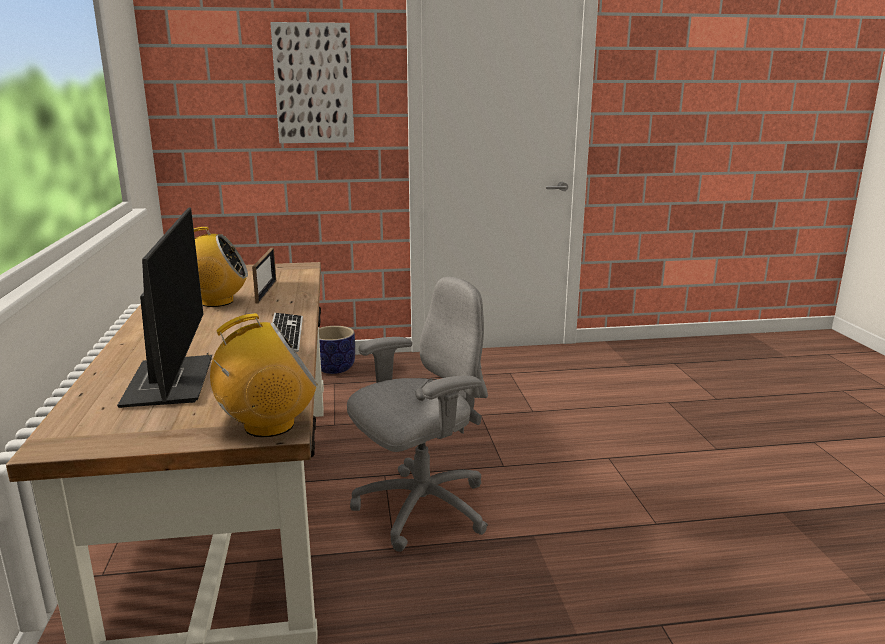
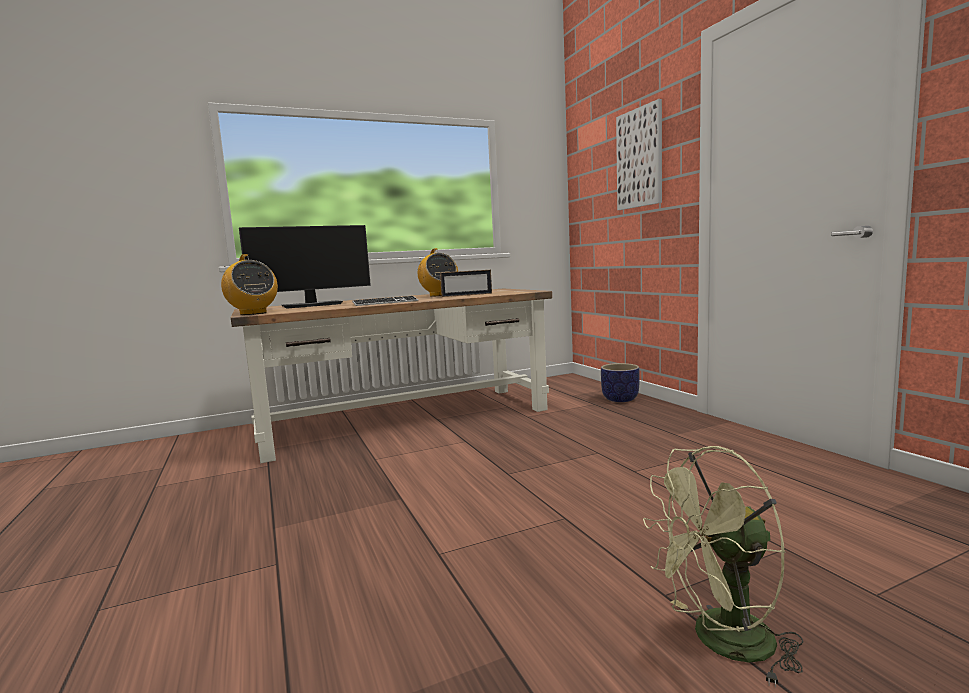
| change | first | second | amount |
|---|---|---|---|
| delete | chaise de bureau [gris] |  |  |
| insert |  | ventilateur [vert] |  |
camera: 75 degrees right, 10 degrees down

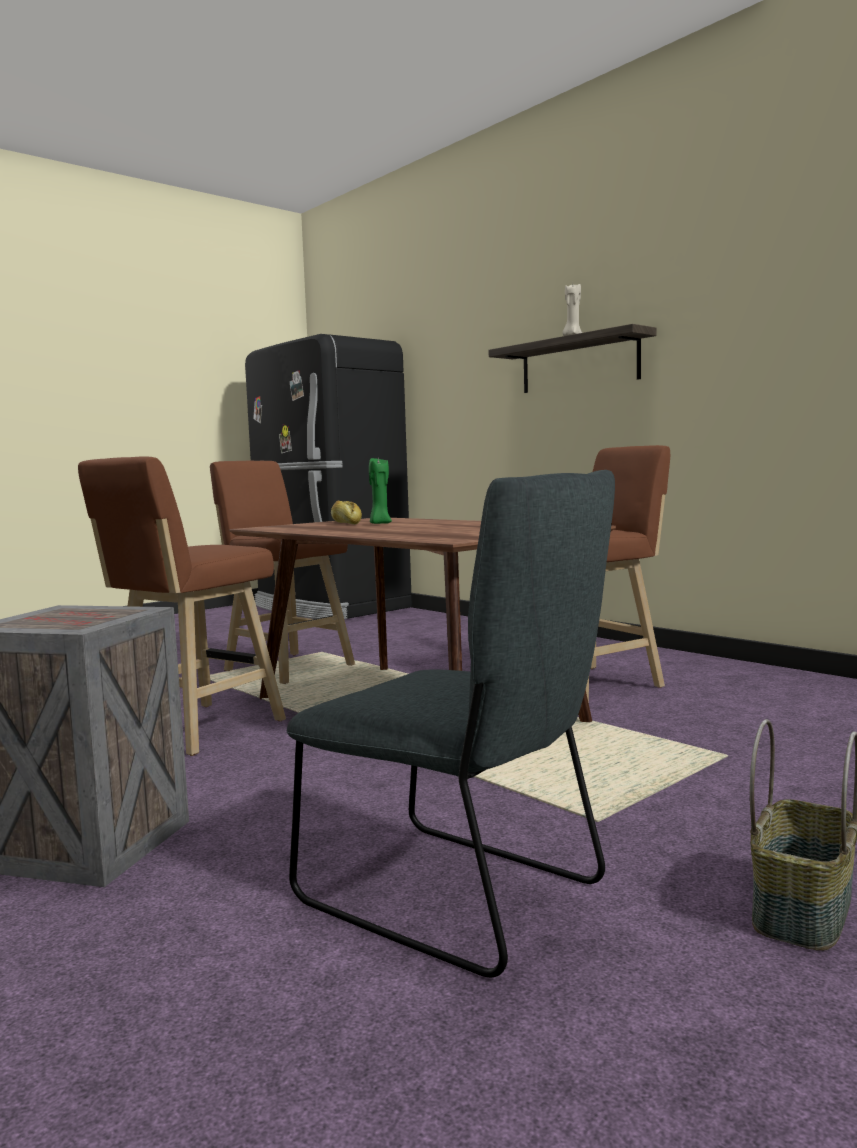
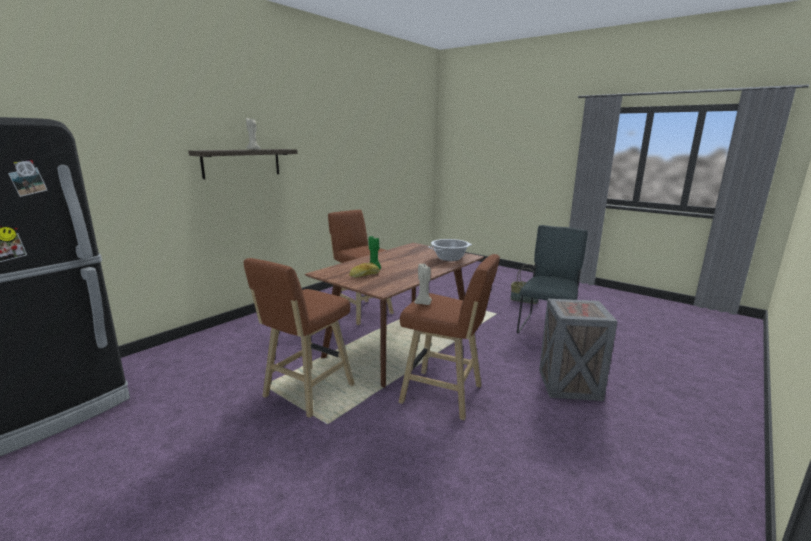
| change | first | second | amount |
|---|---|---|---|
| insert |  | bougie [beige] (2nd from left) |  |
| insert |  | marmite |  |
camera: 100 degrees left, 10 degrees up

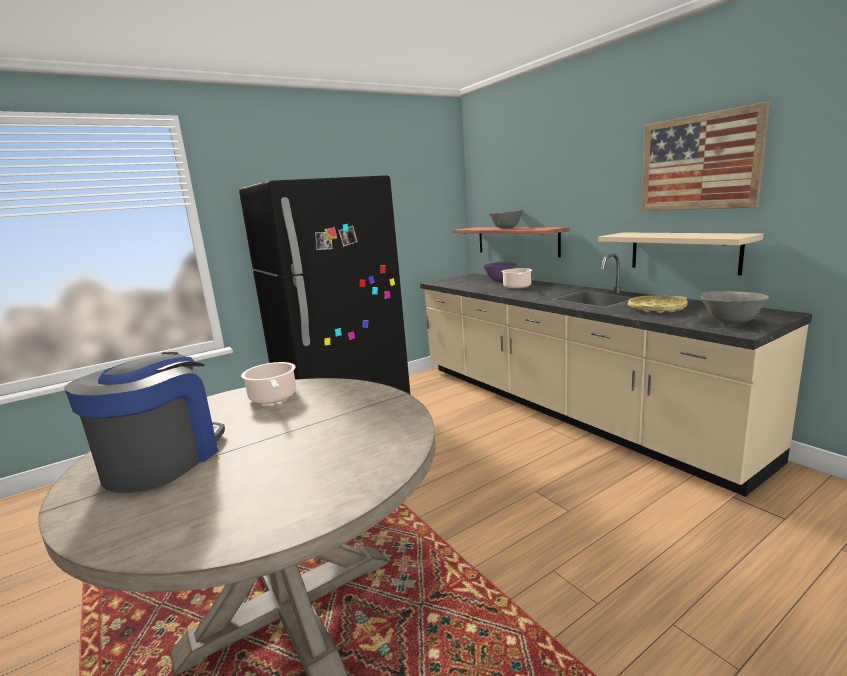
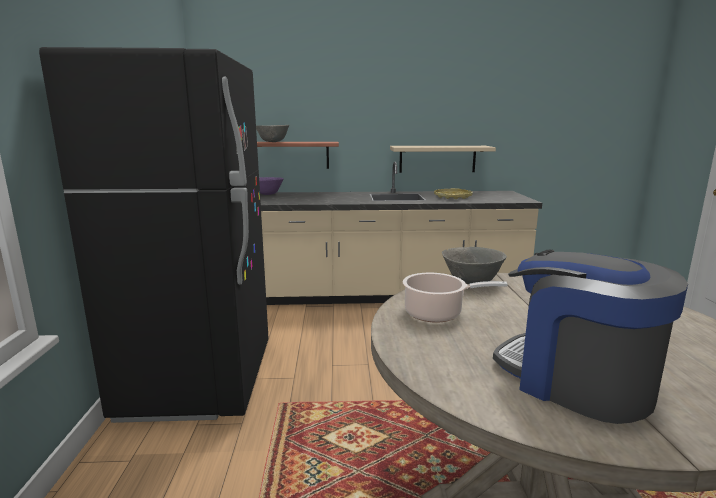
| change | first | second | amount |
|---|---|---|---|
| delete | marmite (2nd from left) |  |  |
| delete | tableau |  |  |
| move | bol [gris] (2nd from left) |  |  |
camera: 60 degrees left, 0 degrees up

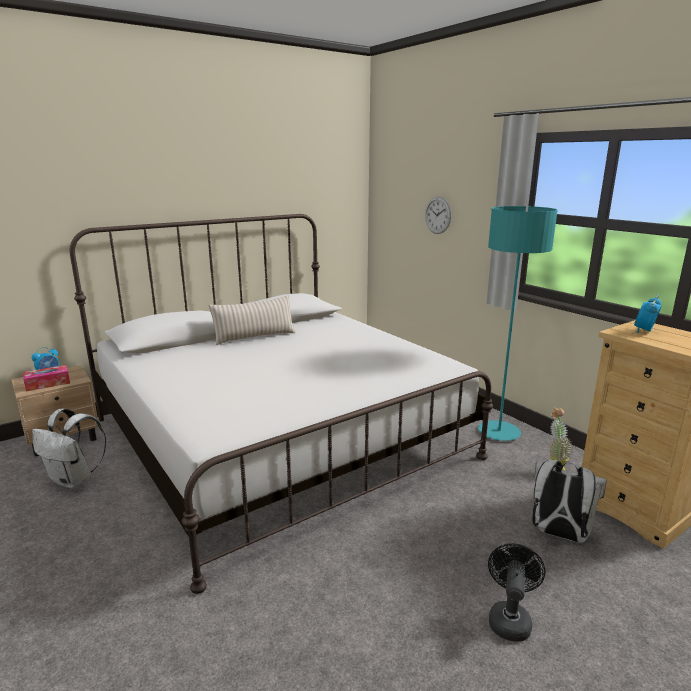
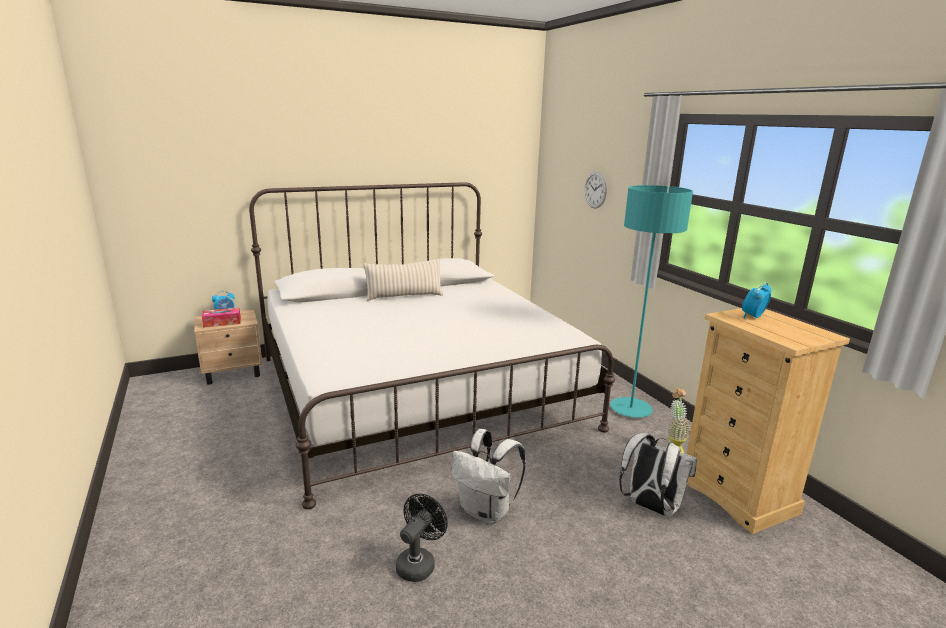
| change | first | second | amount |
|---|---|---|---|
| move | sac à dos [blanc] (1st from left) |  |  |
| move | ventilateur [noir] |  |  |
camera: 10 degrees right, 0 degrees up

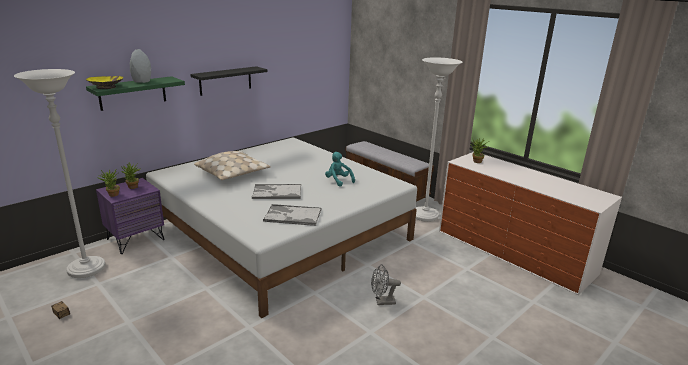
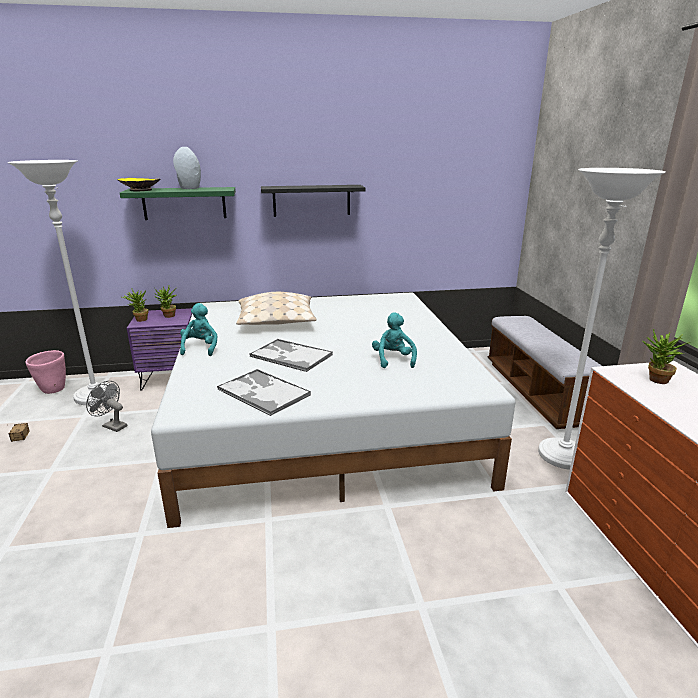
| change | first | second | amount |
|---|---|---|---|
| move | ventilateur [gris] |  |  |
| insert |  | cache-pot [rose] |  |
| insert |  | peluche [turquoise] (1st from left) |  |
camera: 35 degrees right, 0 degrees up

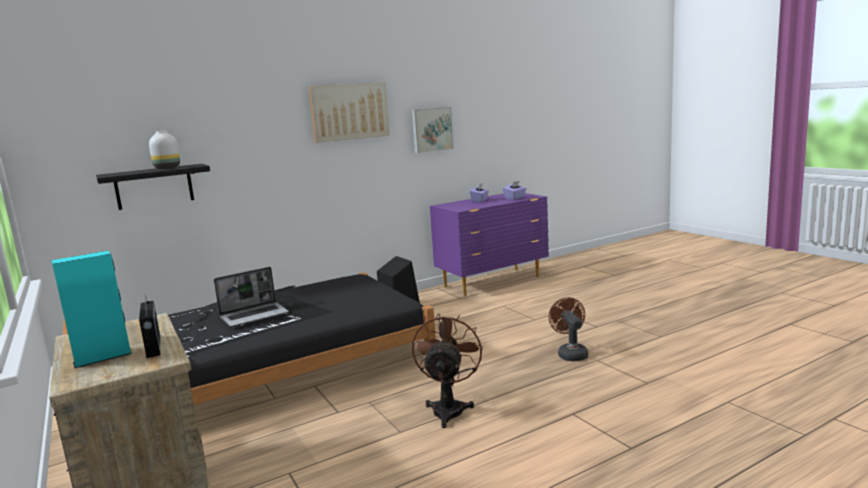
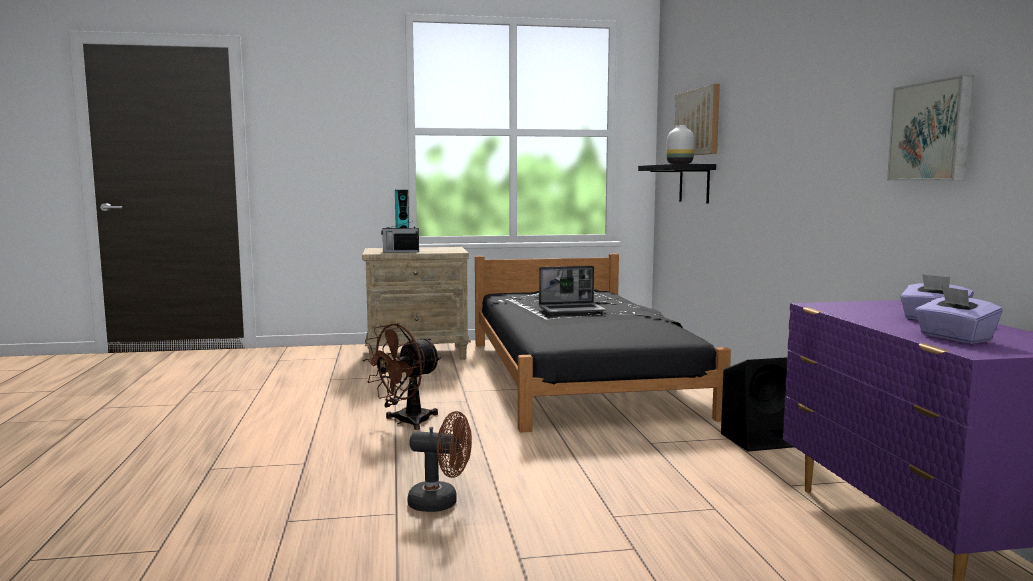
| change | first | second | amount |
|---|---|---|---|
| rotate | ordinateur portable |  | 90 degrees counterclockwise |
| move | tableau (1st from left) |  |  |
| rotate | ventilateur [marron] (1st from left) |  | 105 degrees clockwise |
camera: 110 degrees right, 5 degrees down

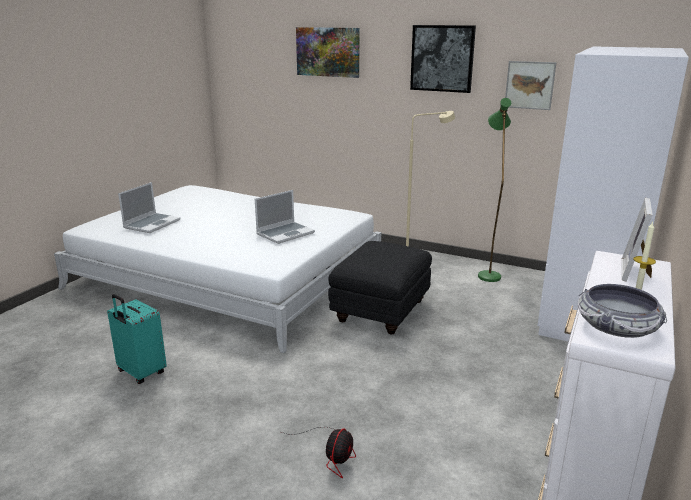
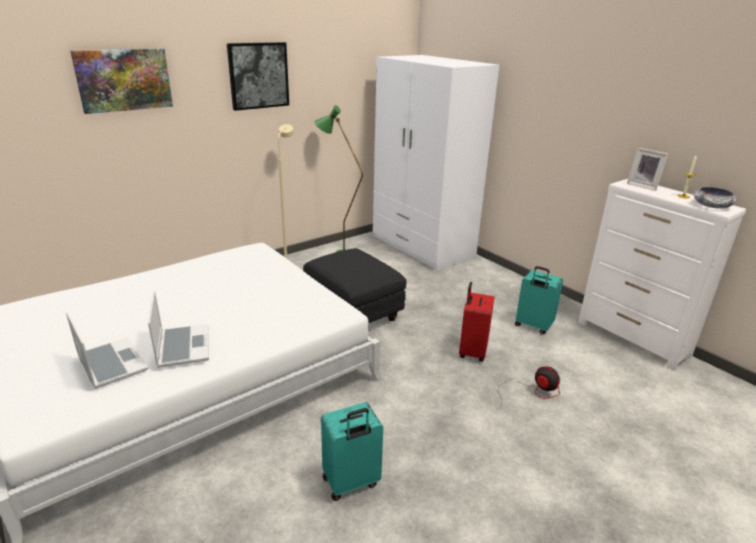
| change | first | second | amount |
|---|---|---|---|
| move | ordinateur portable (2nd from left) |  |  |
| delete | tableau (3rd from left) |  |  |
| insert |  | valise [rouge] |  |
| insert |  | valise [turquoise] (2nd from left) |  |
camera: 65 degrees left, 5 degrees up

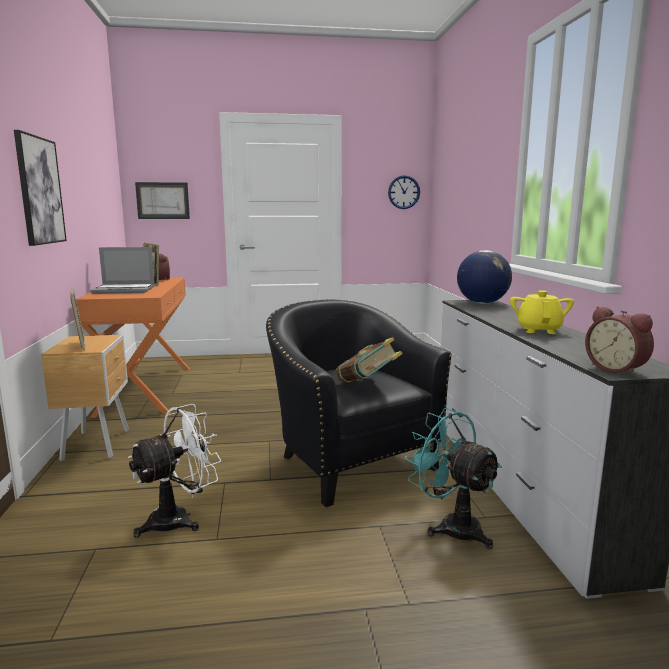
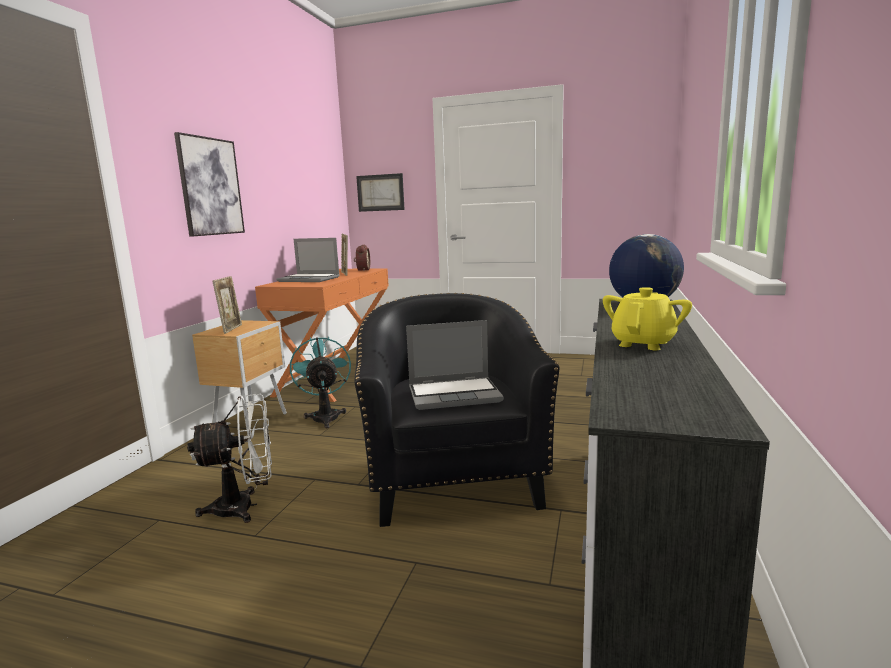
| change | first | second | amount |
|---|---|---|---|
| replace | livre | ordinateur portable (2nd from left) |  |
| delete | horloge murale |  |  |
| move | ventilateur [turquoise] |  |  |
| delete | réveil (2nd from left) |  |  |
camera: 25 degrees right, 0 degrees up

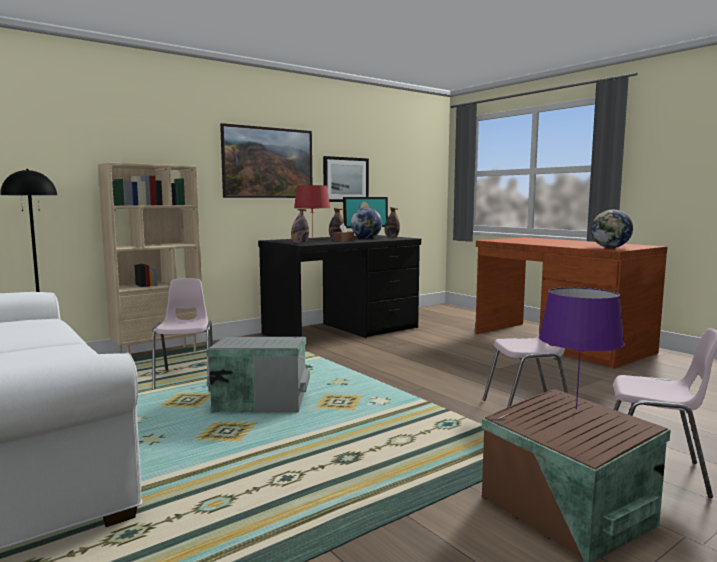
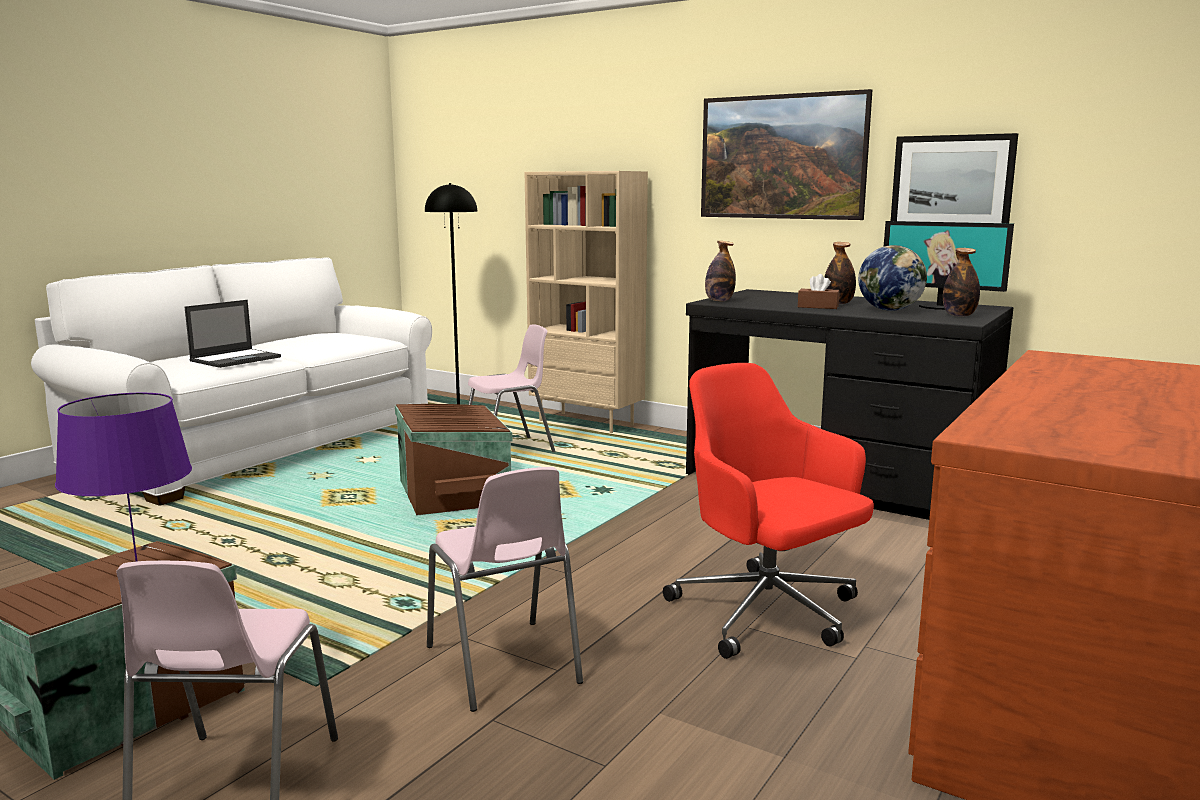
| change | first | second | amount |
|---|---|---|---|
| recolor | boîte de rangement [gris] | boîte de rangement [marron] (2nd from left) |  |
| delete | lampe de table [rouge] |  |  |
| delete | globe (2nd from left) |  |  |
| insert |  | ordinateur portable |  |
| insert |  | chaise de bureau [rouge] |  |
camera: 70 degrees right, 5 degrees up

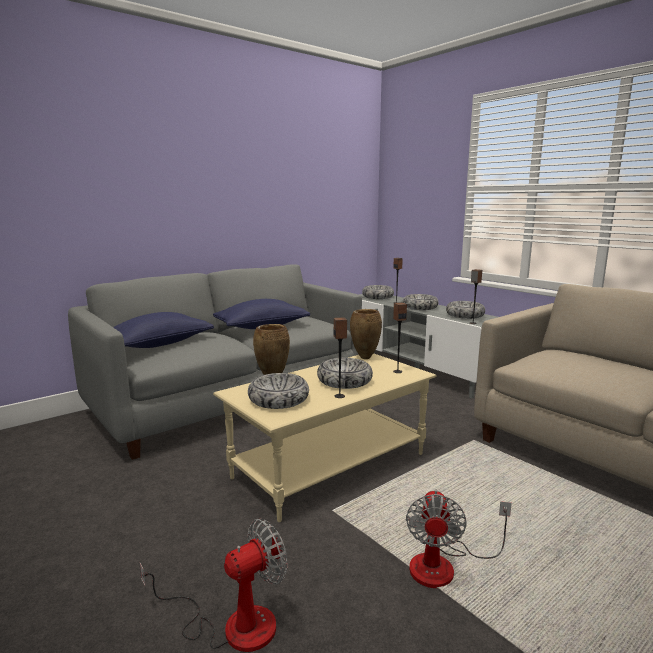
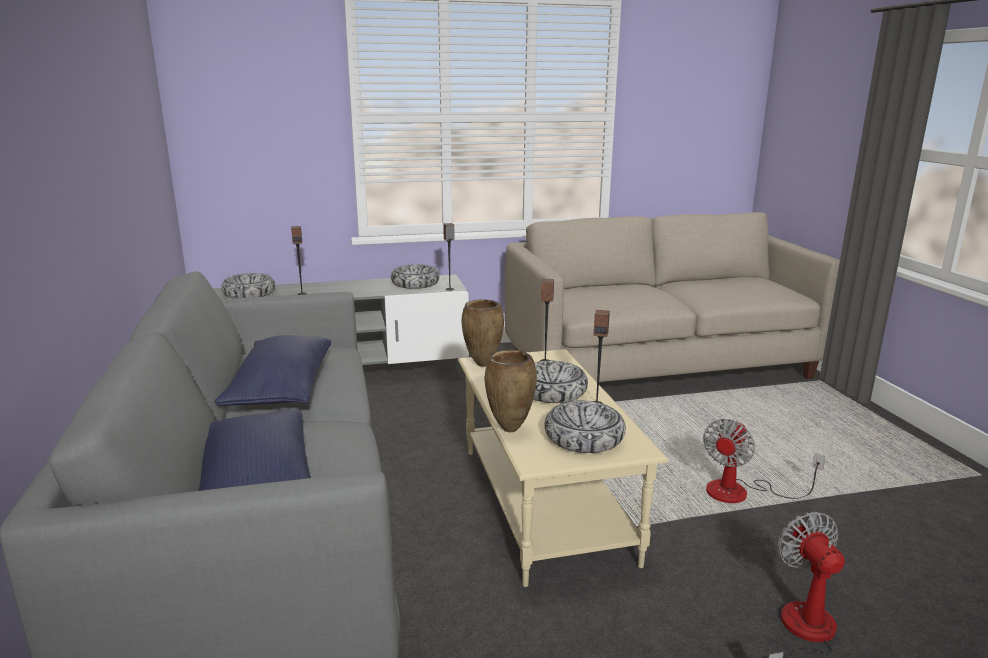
| change | first | second | amount |
|---|---|---|---|
| delete | bol (4th from left) |  |  |
| rotate | ventilateur (2nd from left in the first image) | ventilateur (1st from left) | 90 degrees clockwise |
camera: 65 degrees left, 5 degrees up

